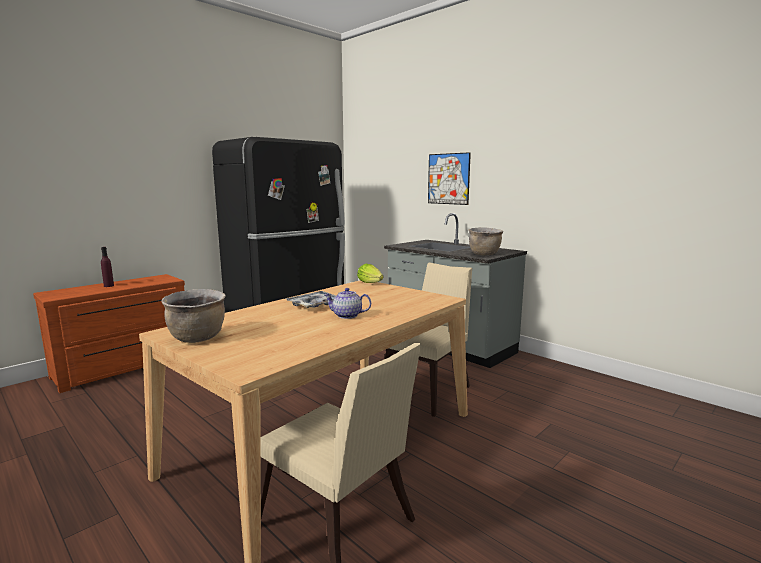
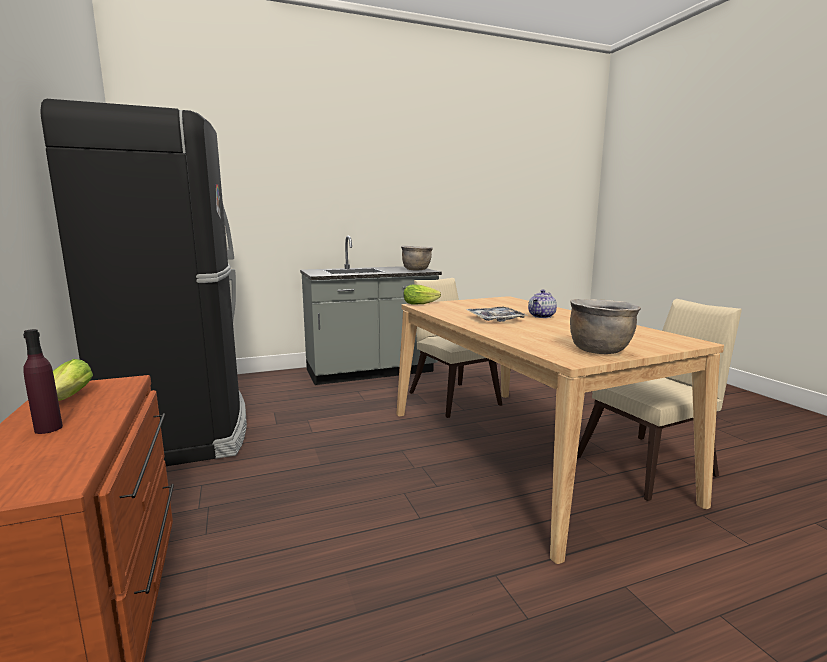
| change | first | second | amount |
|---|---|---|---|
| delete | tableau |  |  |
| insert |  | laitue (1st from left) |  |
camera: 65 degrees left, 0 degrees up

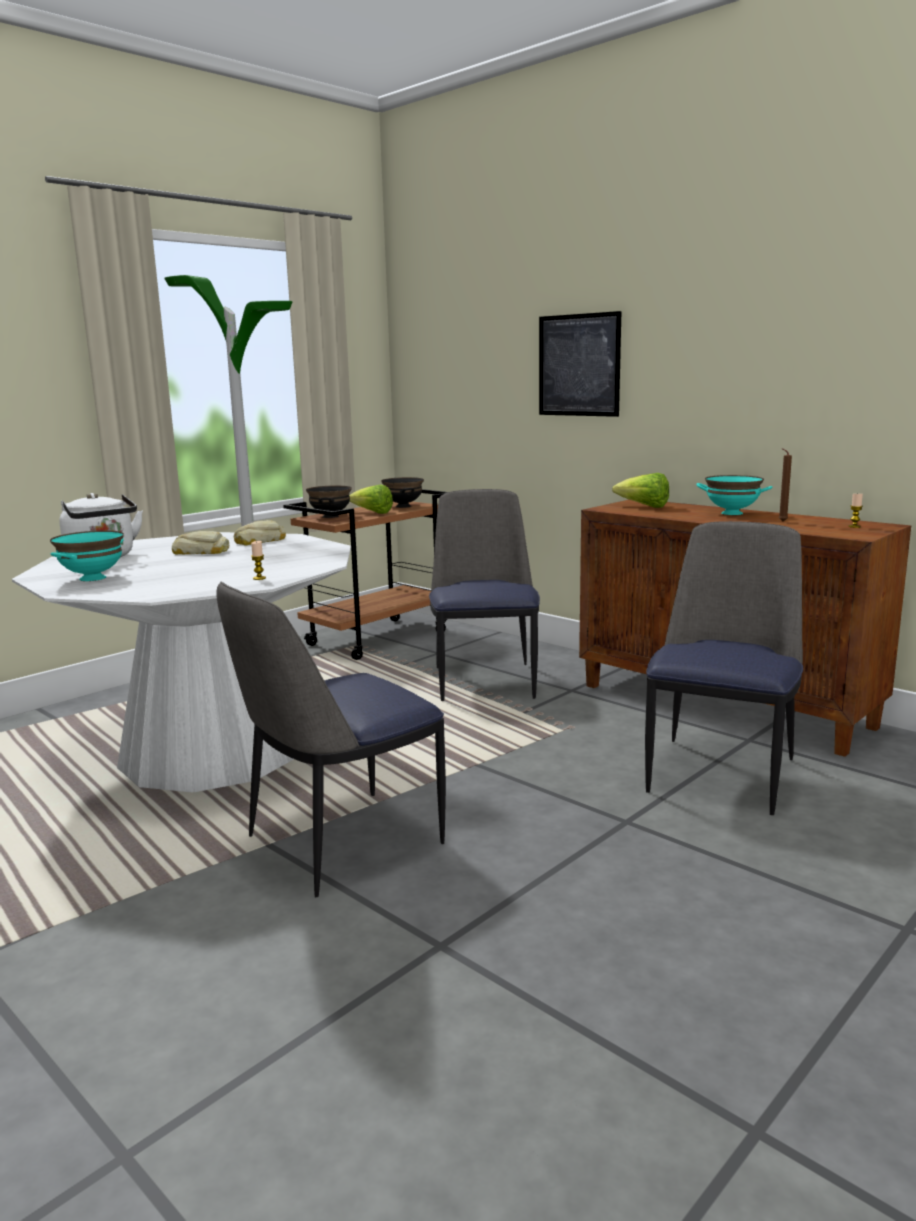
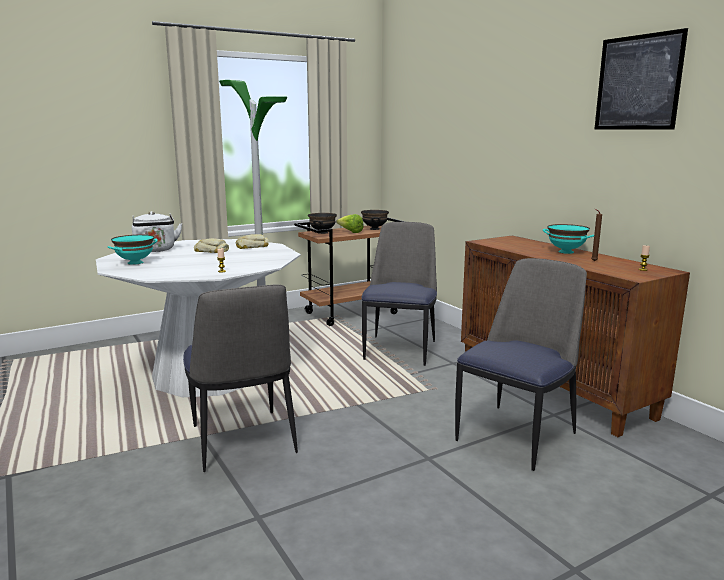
| change | first | second | amount |
|---|---|---|---|
| rotate | chaise (1st from left) |  | 90 degrees counterclockwise |
| move | tableau |  |  |
| delete | laitue (2nd from left) |  |  |
camera: 15 degrees right, 0 degrees up

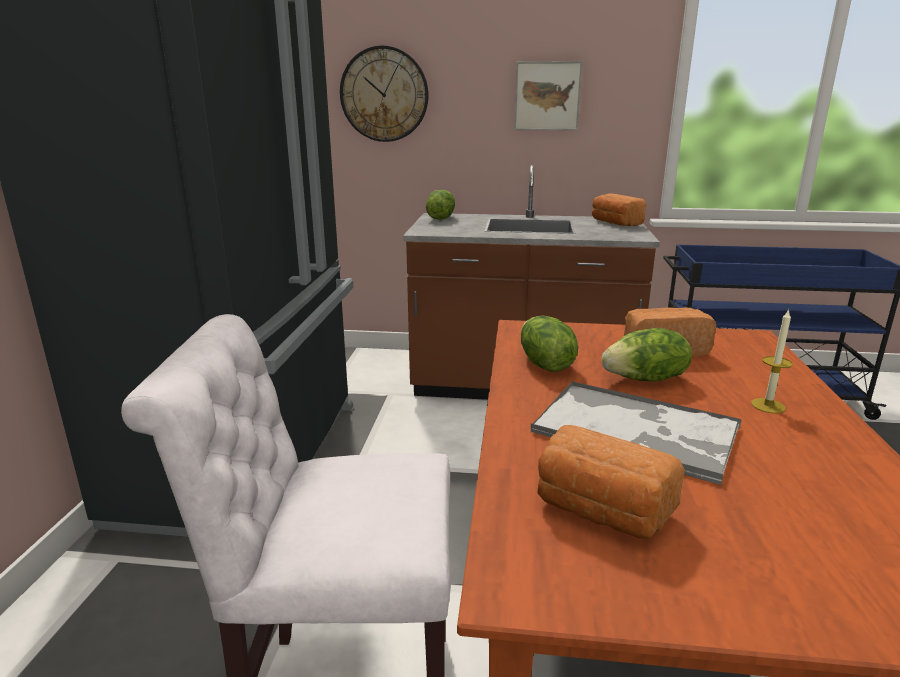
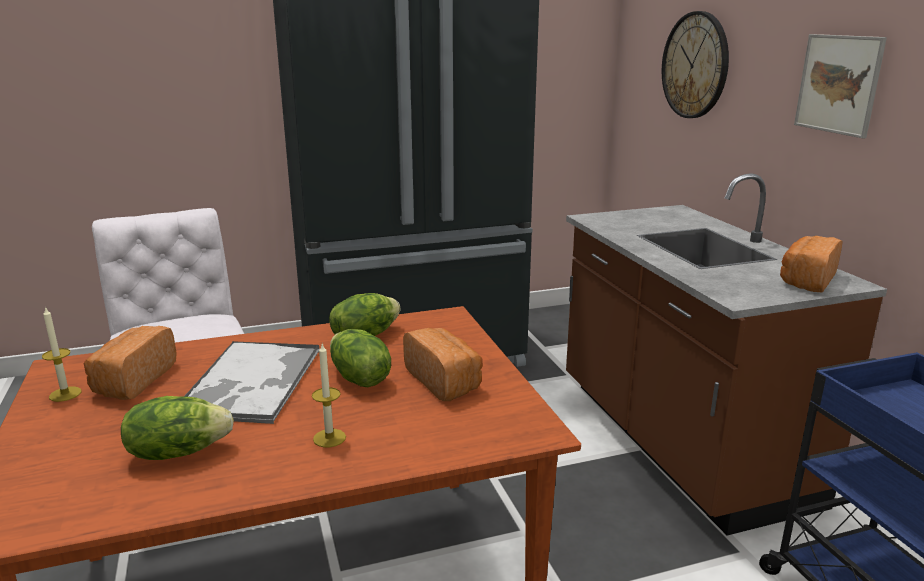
| change | first | second | amount |
|---|---|---|---|
| move | laitue (1st from left) |  |  |
| insert |  | bougie (1st from left) |  |
camera: 65 degrees right, 0 degrees up

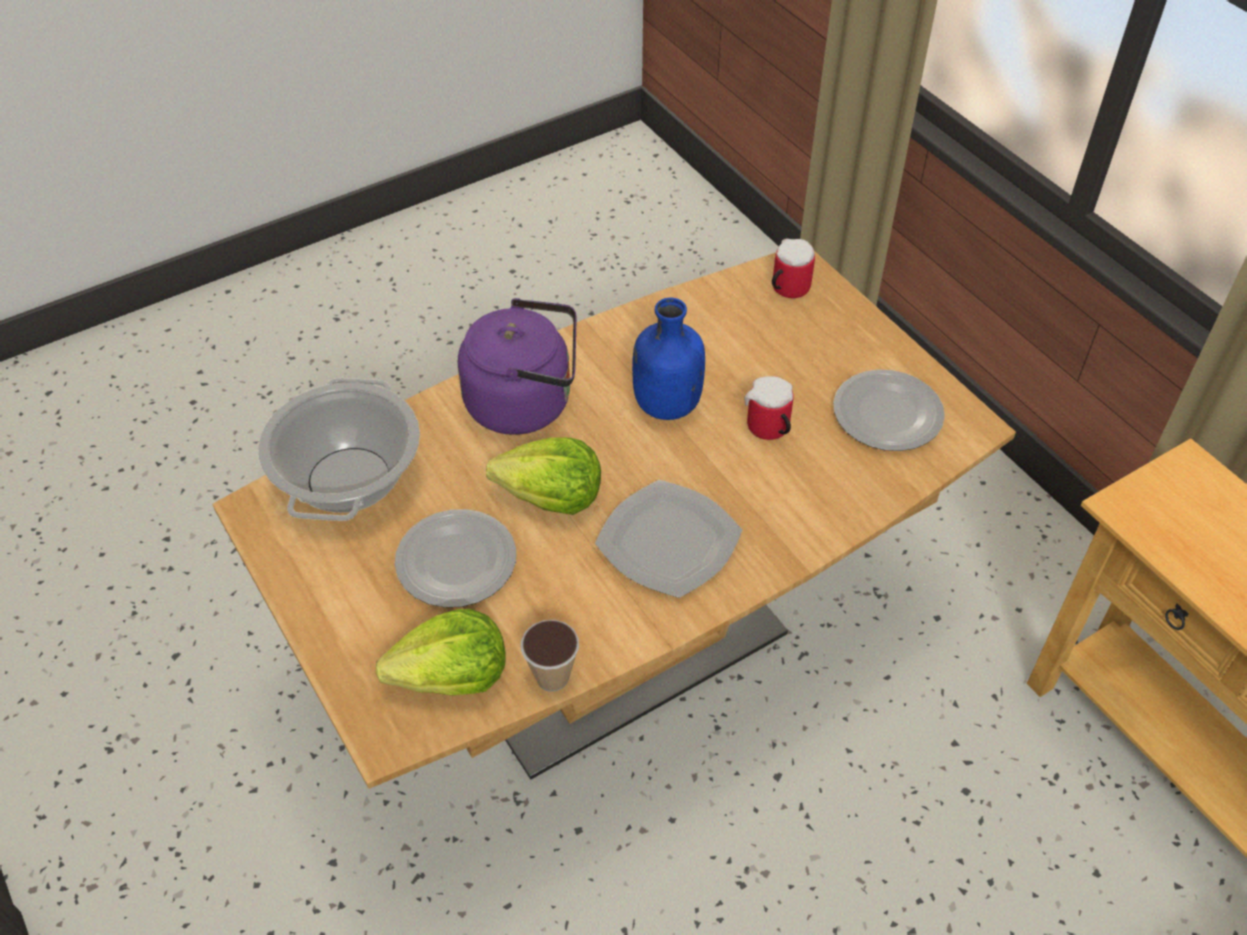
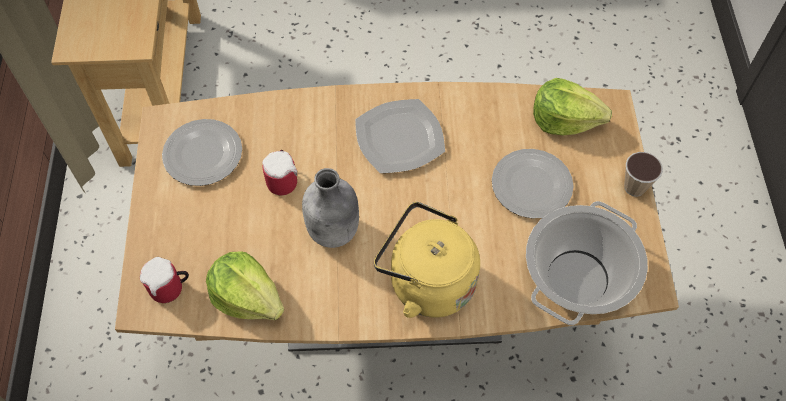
| change | first | second | amount |
|---|---|---|---|
| recolor | bouilloire [violet] | bouilloire [jaune] |  |
| move | laitue (2nd from left in the first image) | laitue (1st from left) |  |
| move | tasse |  |  |
| recolor | bouteille [bleu] | bouteille [gris] |  |
camera: 150 degrees left, 10 degrees up

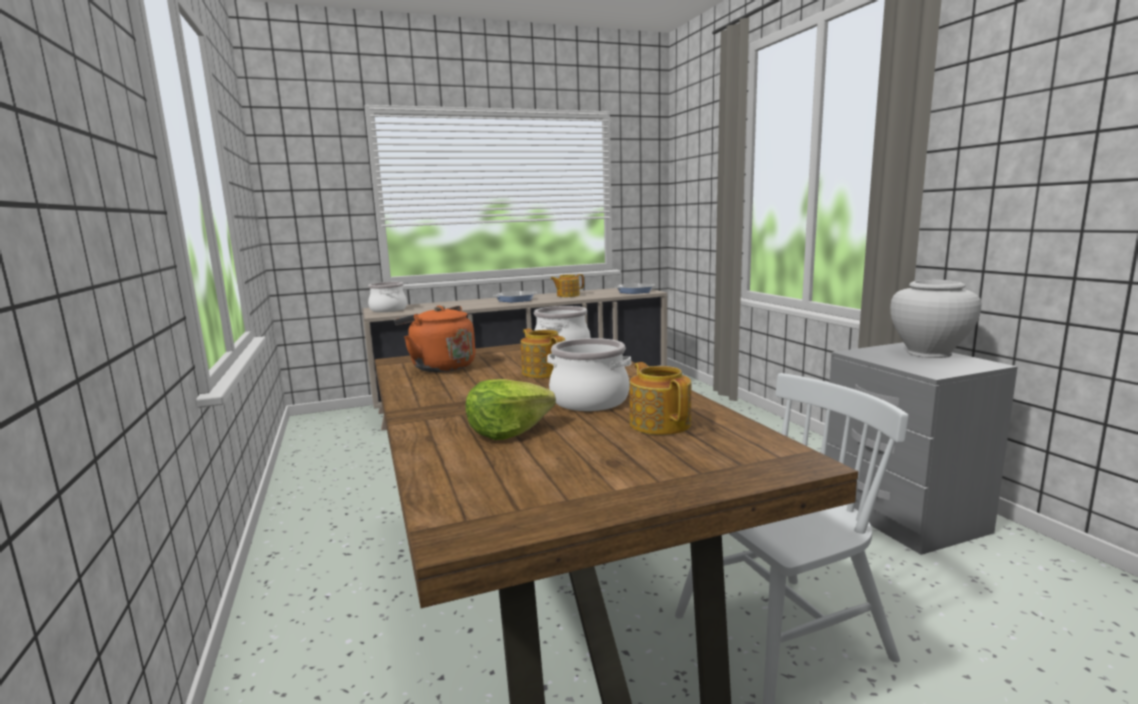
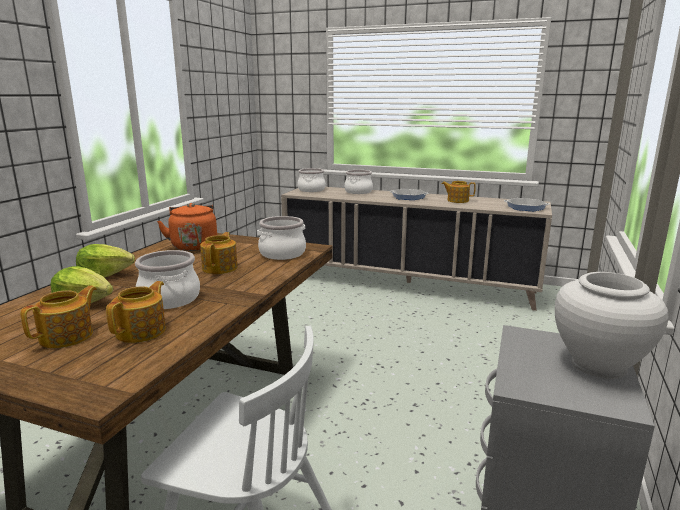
| change | first | second | amount |
|---|---|---|---|
| insert |  | théière (1st from left) |  |
| insert |  | laitue (2nd from left) |  |
| insert |  | marmite (4th from left) |  |
camera: 40 degrees right, 5 degrees up

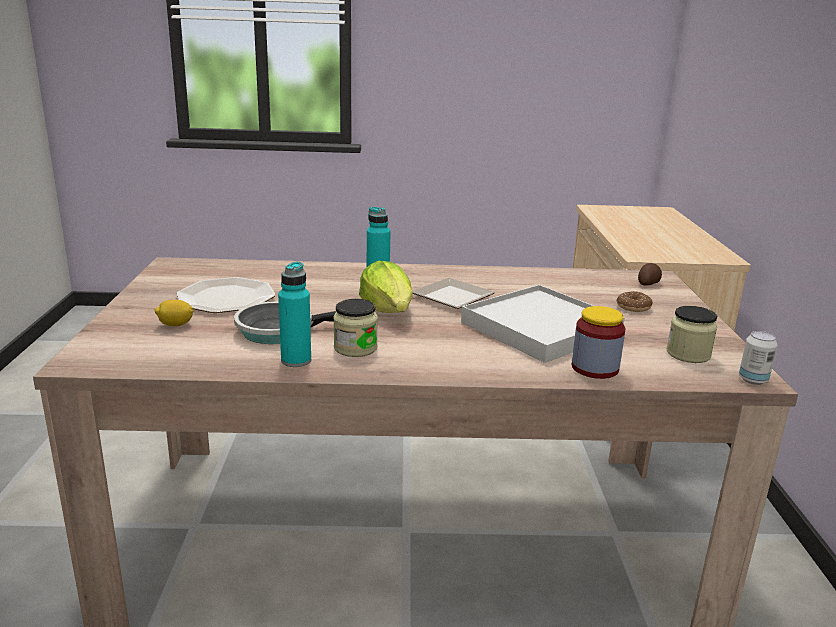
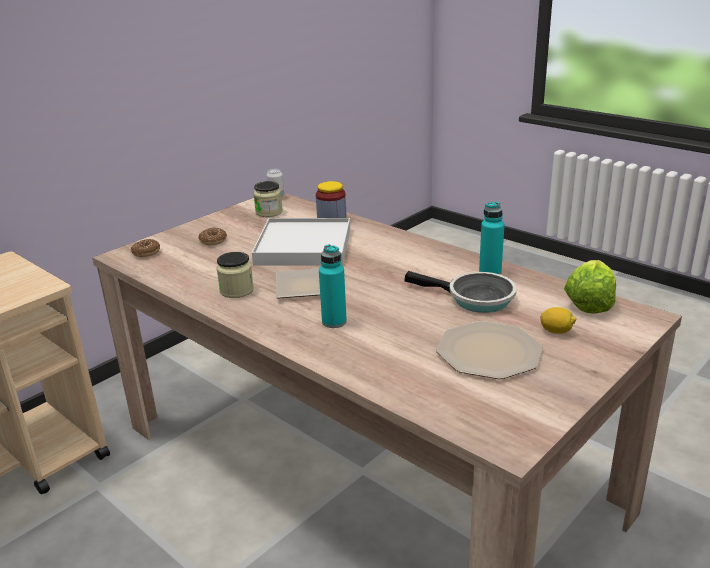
| change | first | second | amount |
|---|---|---|---|
| move | bocal (1st from left) |  |  |
| move | laitue |  |  |
| replace | pomme de terre | beignet (1st from left) |  |
camera: 135 degrees left, 5 degrees up

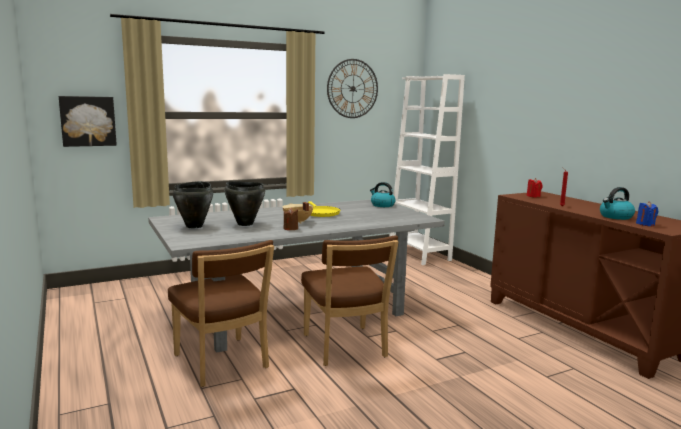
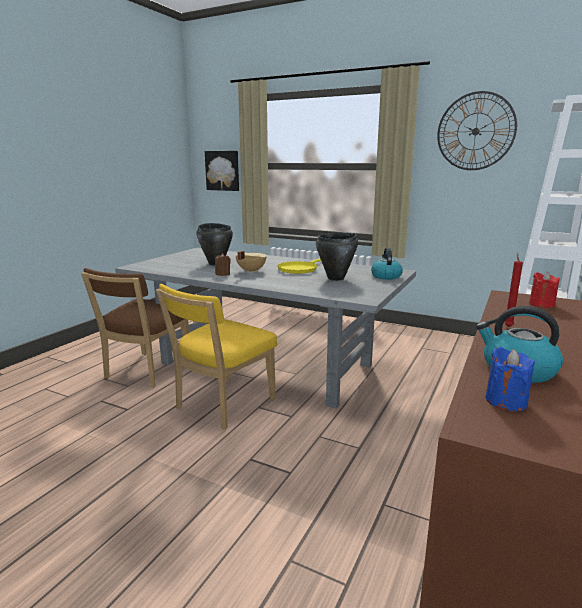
| change | first | second | amount |
|---|---|---|---|
| move | marmite [noir] (1st from left in the first image) | marmite [noir] (2nd from left) |  |
| recolor | chaise [marron] (2nd from left) | chaise [jaune] |  |
camera: 55 degrees right, 5 degrees up

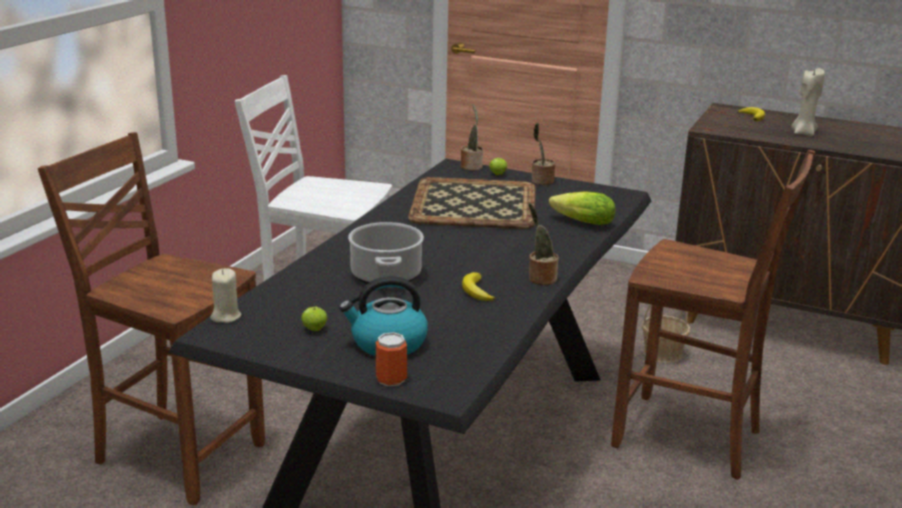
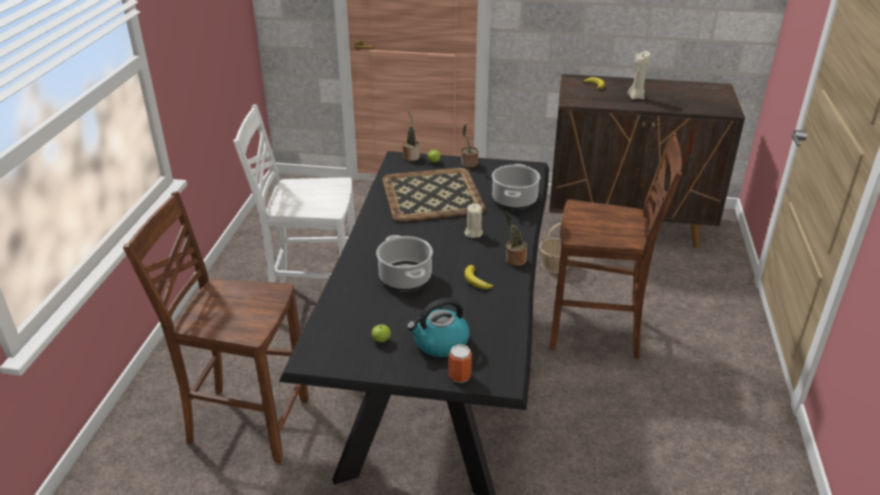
| change | first | second | amount |
|---|---|---|---|
| move | bougie [beige] (1st from left) |  |  |
| replace | laitue | marmite (2nd from left) |  |
camera: 15 degrees left, 10 degrees up

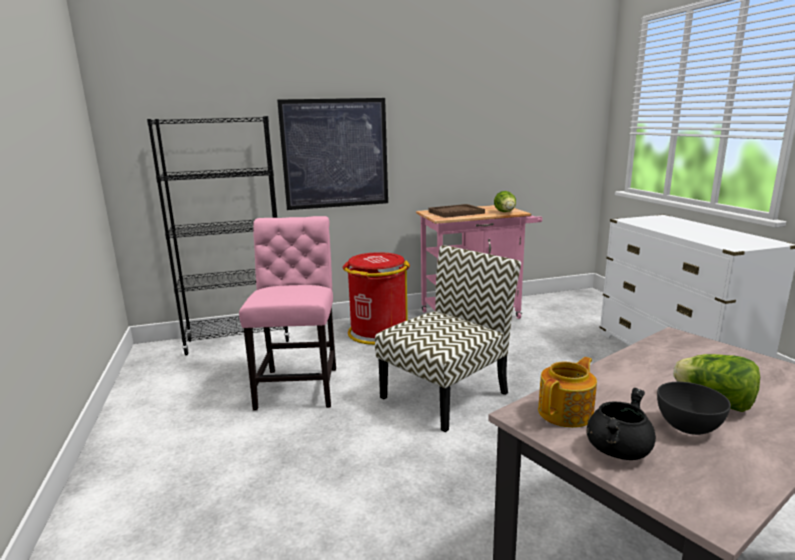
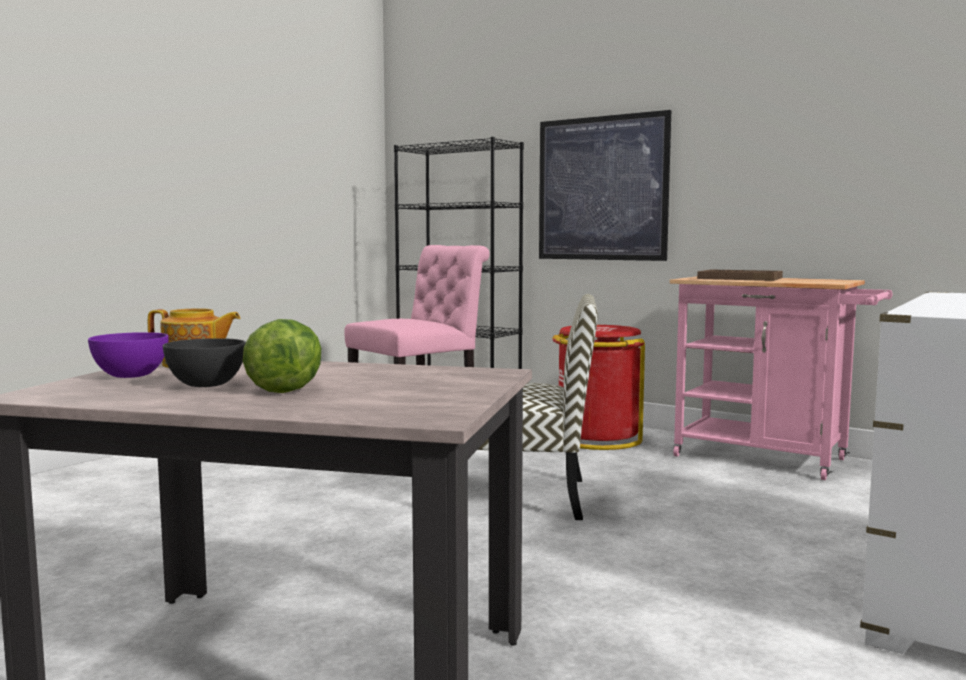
| change | first | second | amount |
|---|---|---|---|
| delete | laitue (1st from left) |  |  |
| replace | marmite [noir] | bol [violet] |  |
camera: 50 degrees right, 10 degrees down

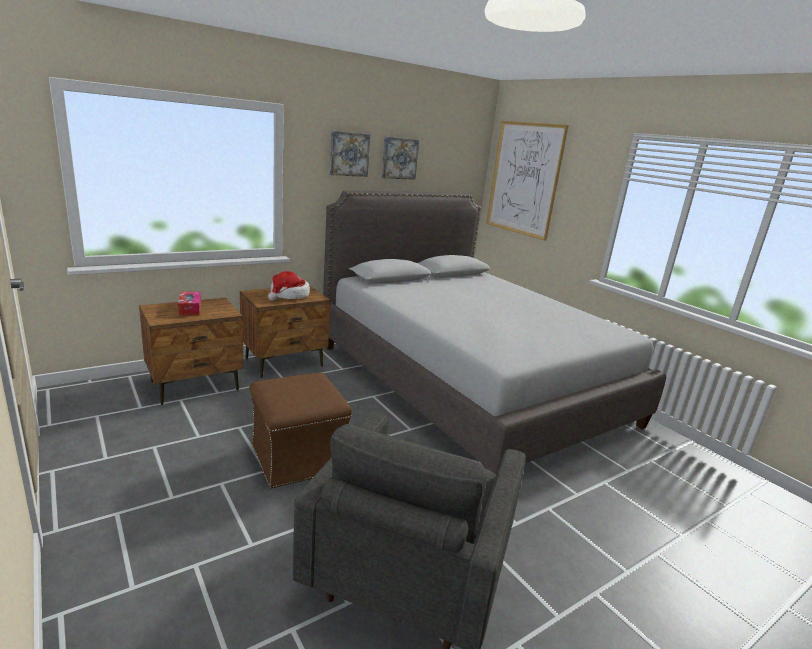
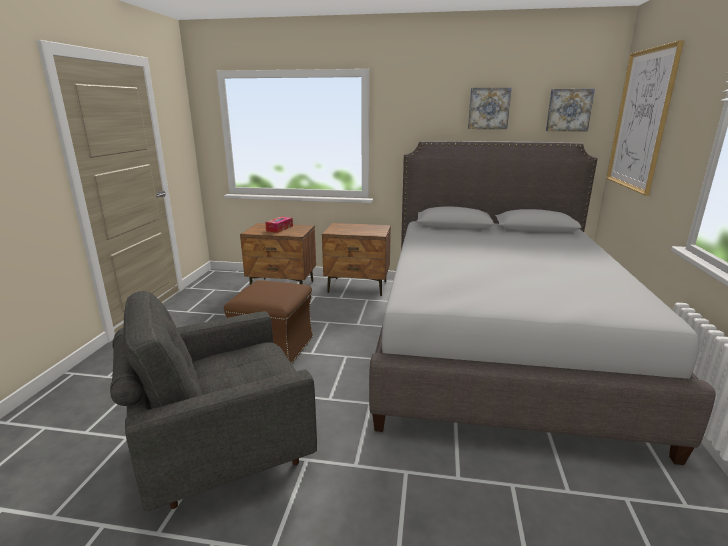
| change | first | second | amount |
|---|---|---|---|
| delete | chapeau |  |  |
| move | tableau (1st from left in the first image) | tableau (2nd from left) |  |
camera: 45 degrees right, 0 degrees up

